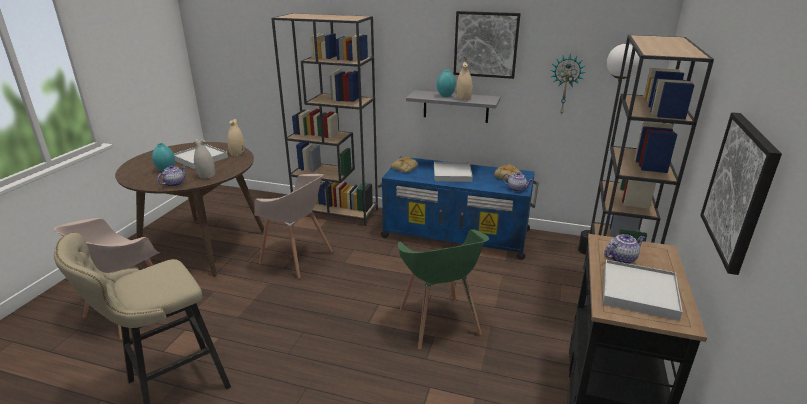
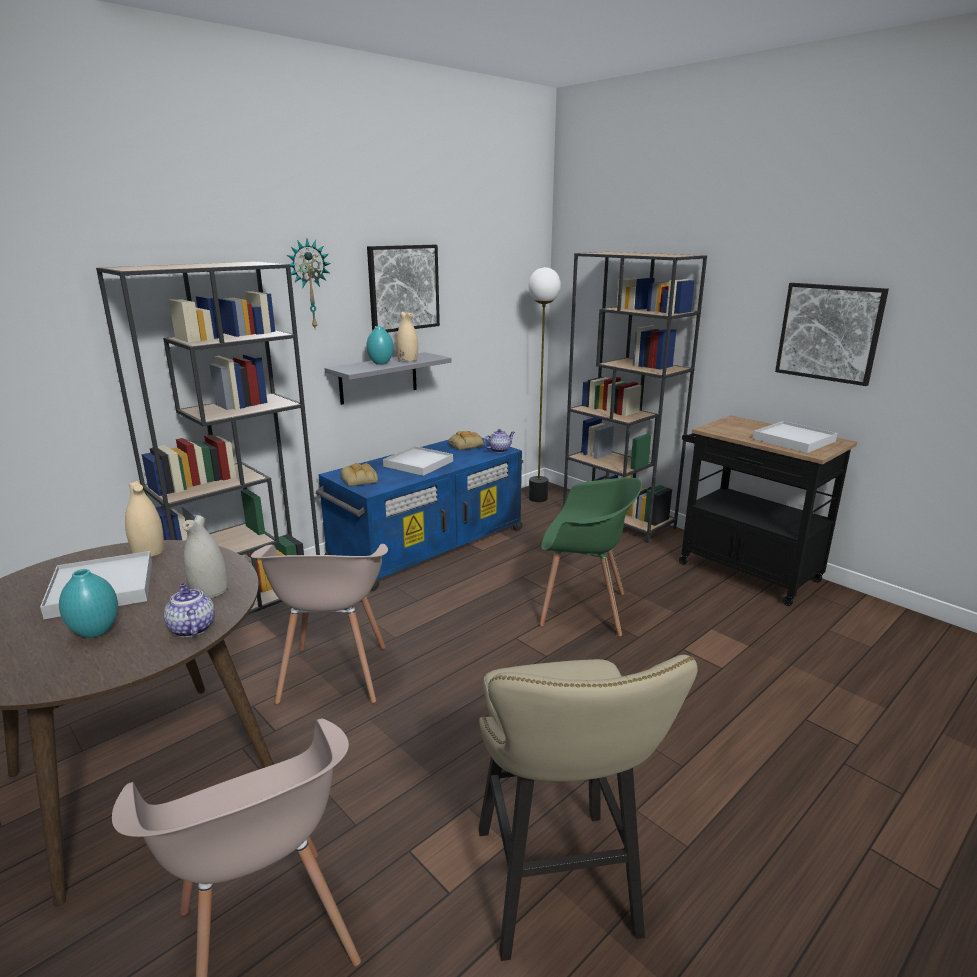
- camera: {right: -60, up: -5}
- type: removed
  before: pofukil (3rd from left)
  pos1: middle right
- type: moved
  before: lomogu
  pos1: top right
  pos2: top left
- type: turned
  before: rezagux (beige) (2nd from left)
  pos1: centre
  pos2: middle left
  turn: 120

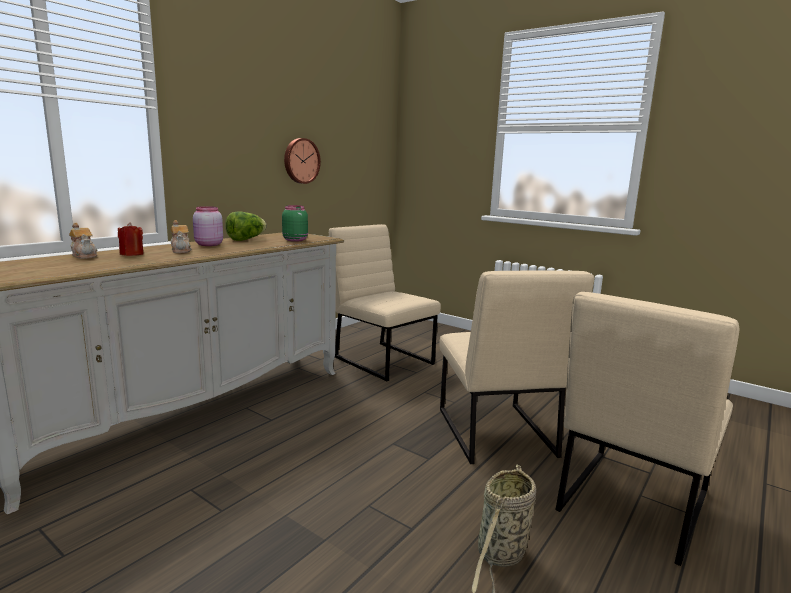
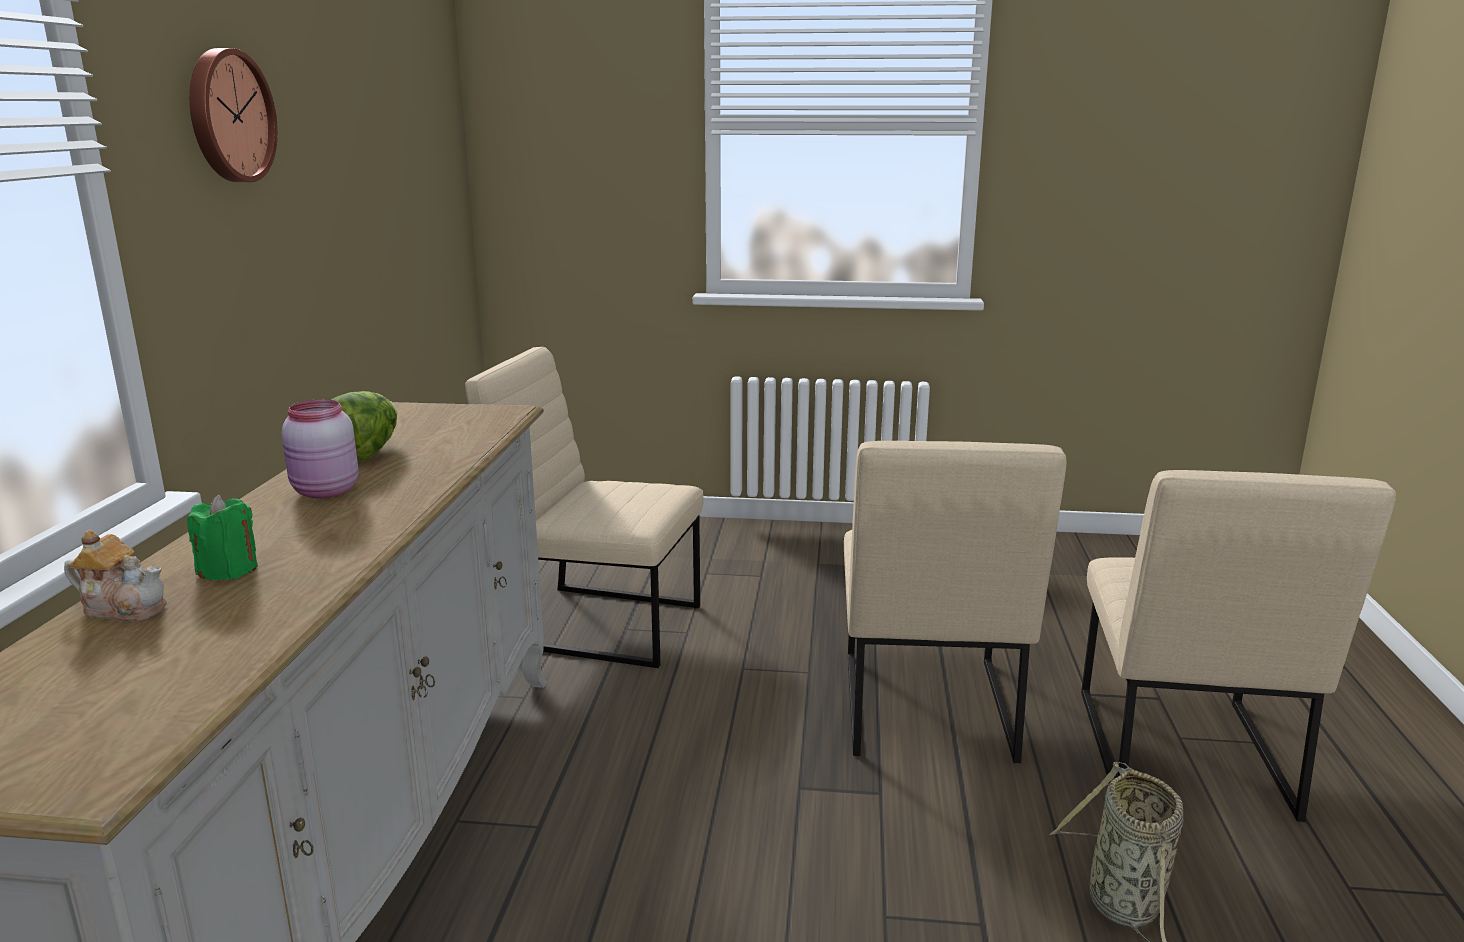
- camera: {right: -30, up: 5}
- type: removed
  before: pofukil (2nd from left)
  pos1: middle left
- type: removed
  before: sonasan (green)
  pos1: centre
- type: moved
  before: lomogu
  pos1: top centre
  pos2: top left
- type: recoloured
  before: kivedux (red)
  after: kivedux (green)
  pos1: middle left
  pos2: middle left
- type: turned
  before: rezagux (beige) (2nd from left)
  pos1: centre
  pos2: centre
  turn: 45

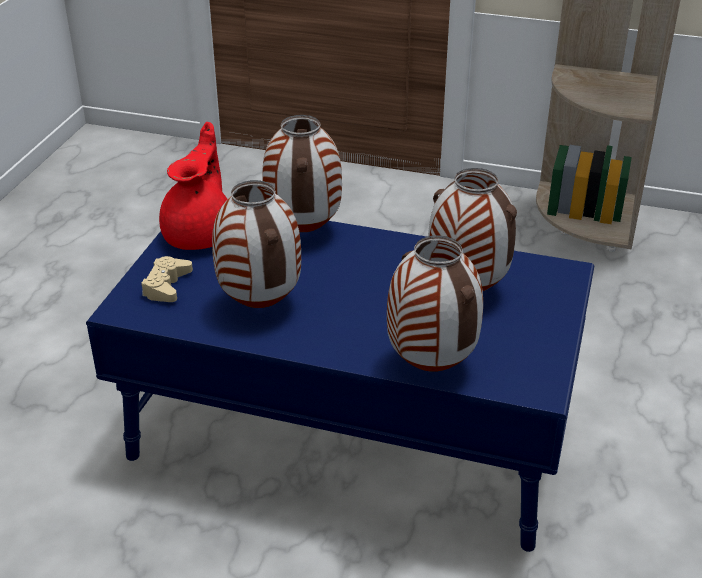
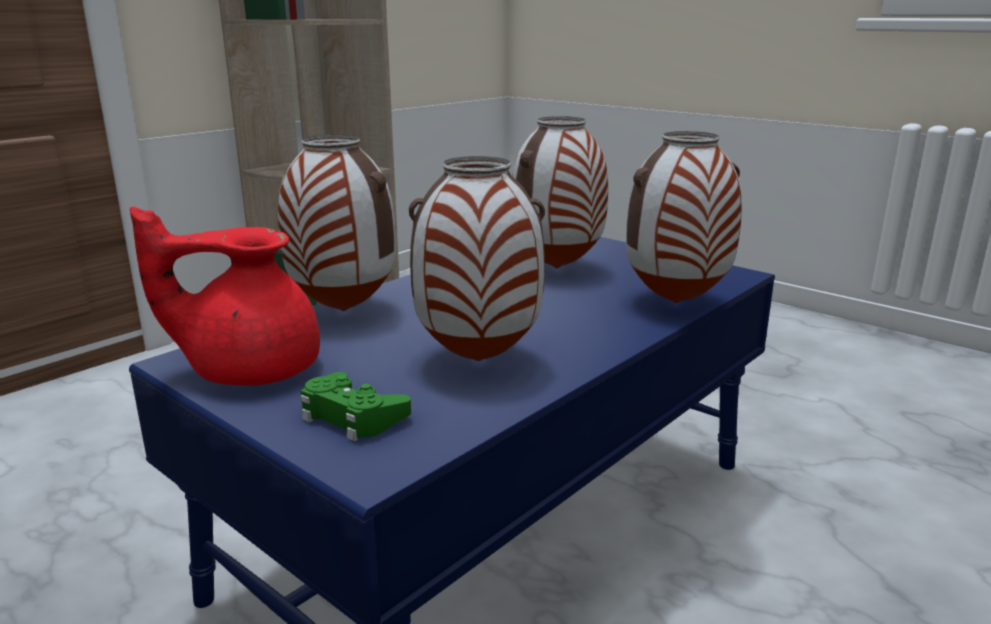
- camera: {right: -65, up: -15}
- type: recoloured
  before: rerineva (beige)
  after: rerineva (green)
  pos1: middle left
  pos2: centre
- type: turned
  before: pofukil (red)
  pos1: top left
  pos2: middle left
  turn: -45

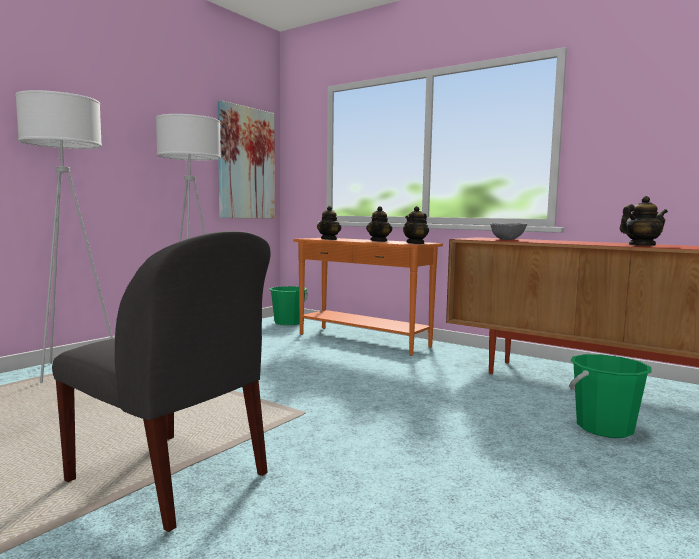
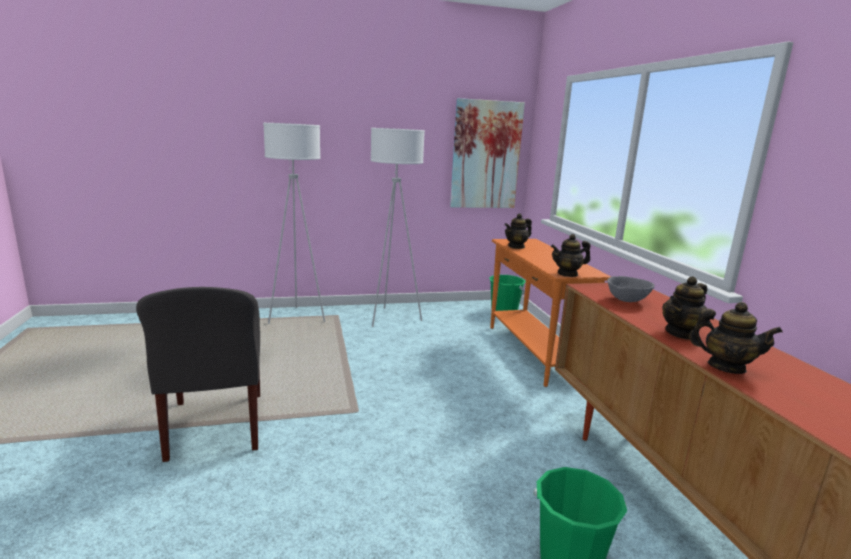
- camera: {right: 40, up: 10}
- type: moved
  before: pofukil (2nd from left in the first image)
  after: pofukil (3rd from left)
  pos1: centre
  pos2: middle right

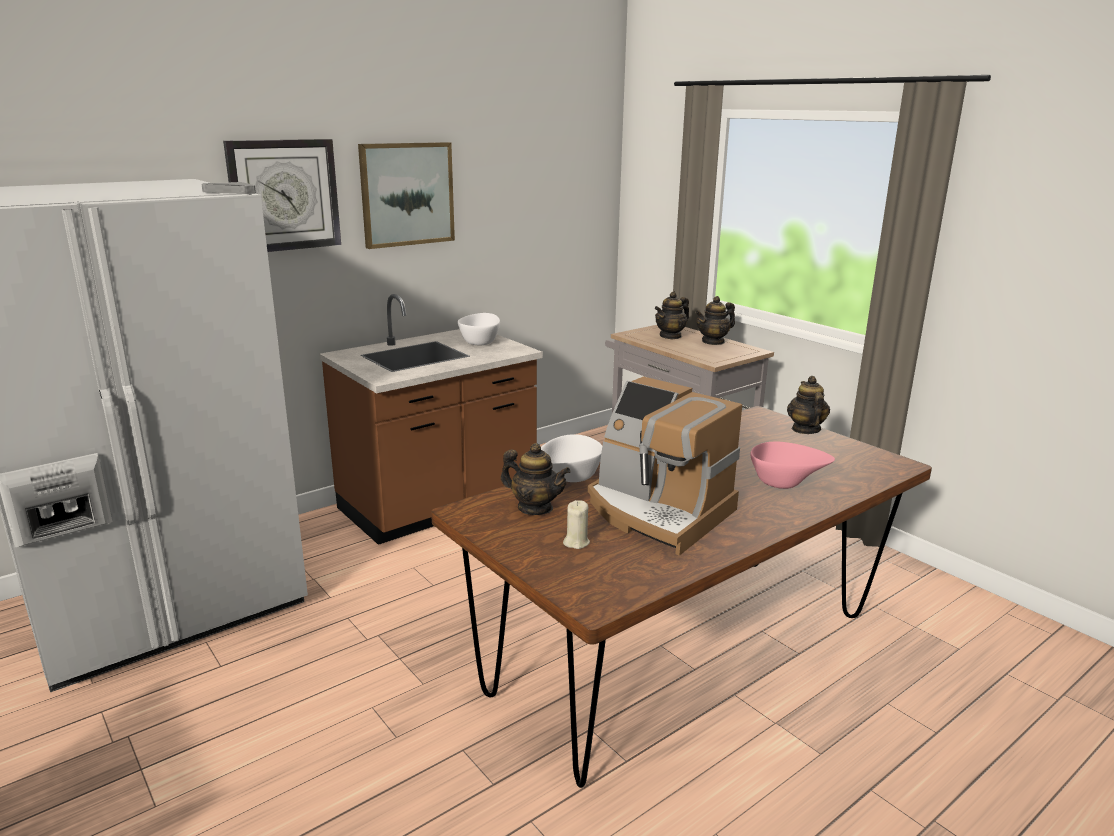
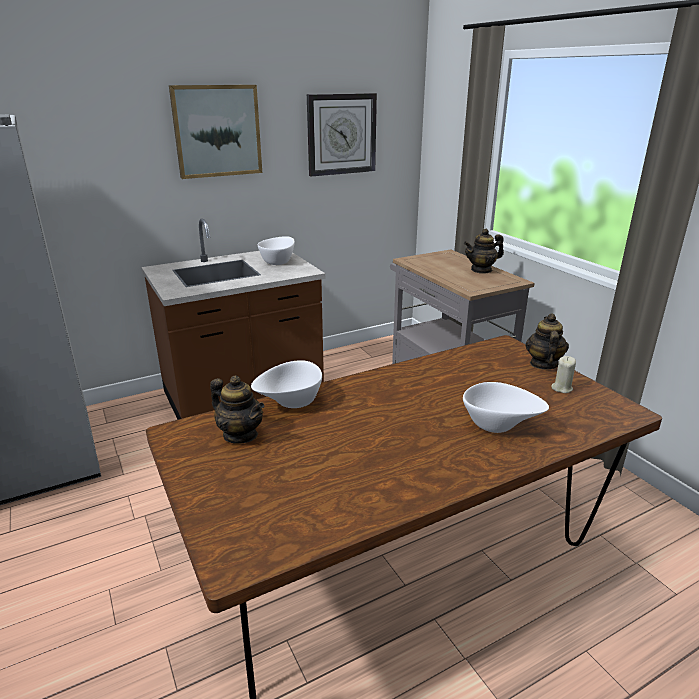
- camera: {right: 10, up: 5}
- type: removed
  before: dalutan
  pos1: centre
- type: removed
  before: pofukil (2nd from left)
  pos1: centre
- type: moved
  before: lomogu
  pos1: top left
  pos2: top centre
- type: moved
  before: kivedux (beige)
  pos1: centre
  pos2: middle right
- type: recoloured
  before: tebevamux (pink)
  after: tebevamux (white) (3rd from left)
  pos1: middle right
  pos2: middle right

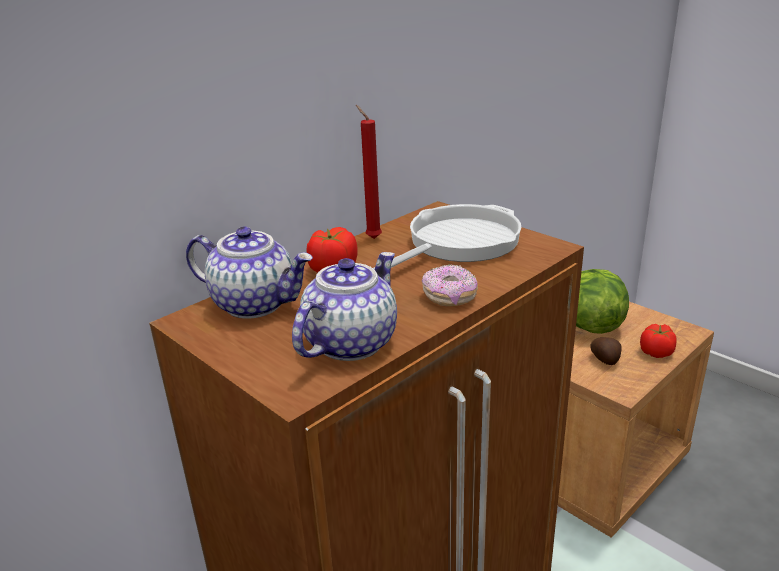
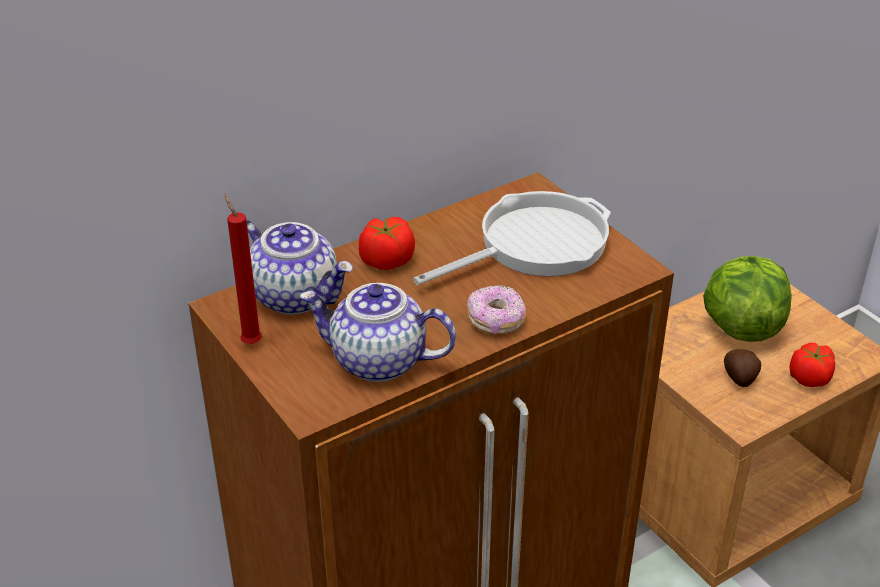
- camera: {right: 10, up: 10}
- type: moved
  before: kivedux (red)
  pos1: top centre
  pos2: middle left
- type: turned
  before: pofukil (2nd from left)
  pos1: centre
  pos2: centre
  turn: -120

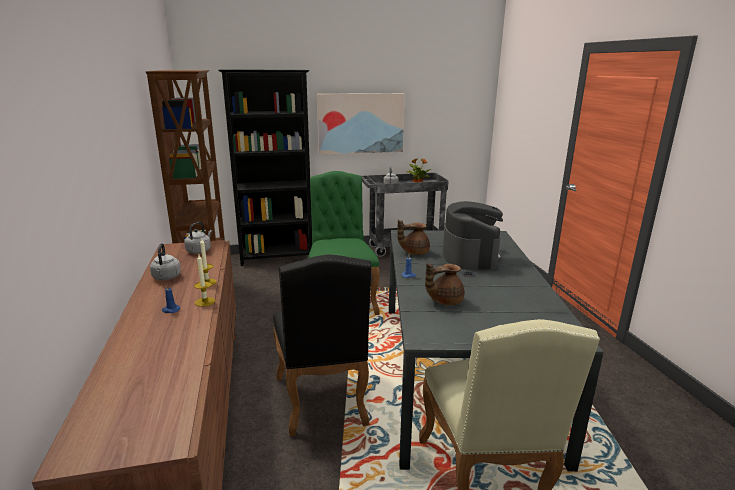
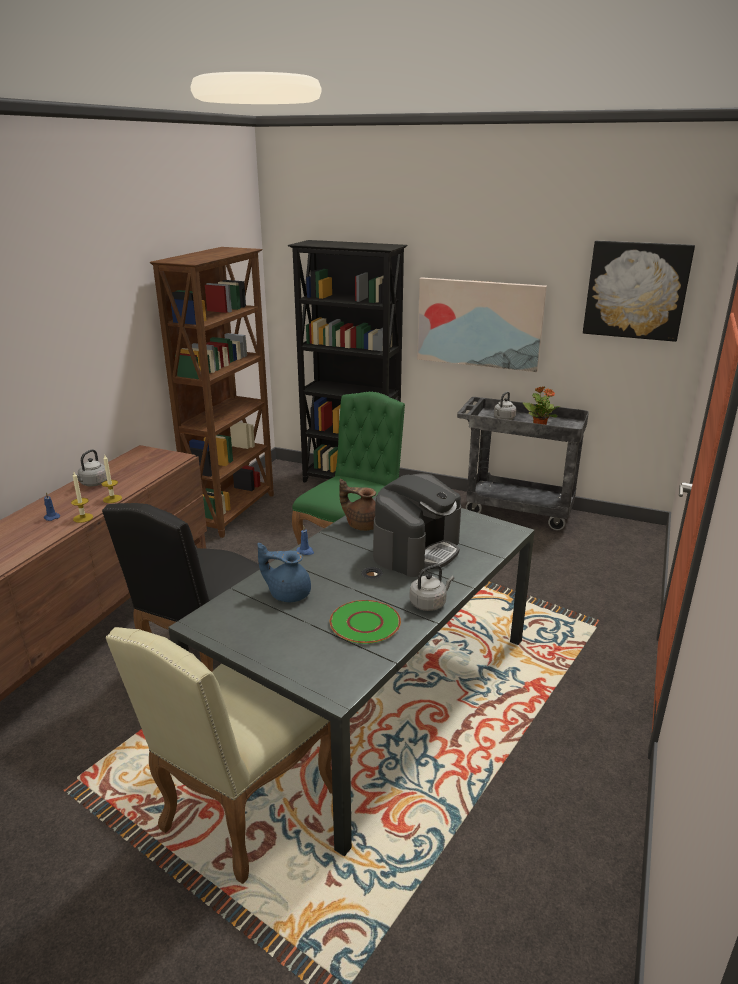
- camera: {right: 35, up: 5}
- type: added
  after: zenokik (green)
  pos2: centre
- type: added
  after: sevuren (2nd from left)
  pos2: top right
- type: moved
  before: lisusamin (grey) (2nd from left)
  pos1: middle left
  pos2: centre
- type: recoloured
  before: pofukil (brown) (2nd from left)
  after: pofukil (blue)
  pos1: centre
  pos2: centre

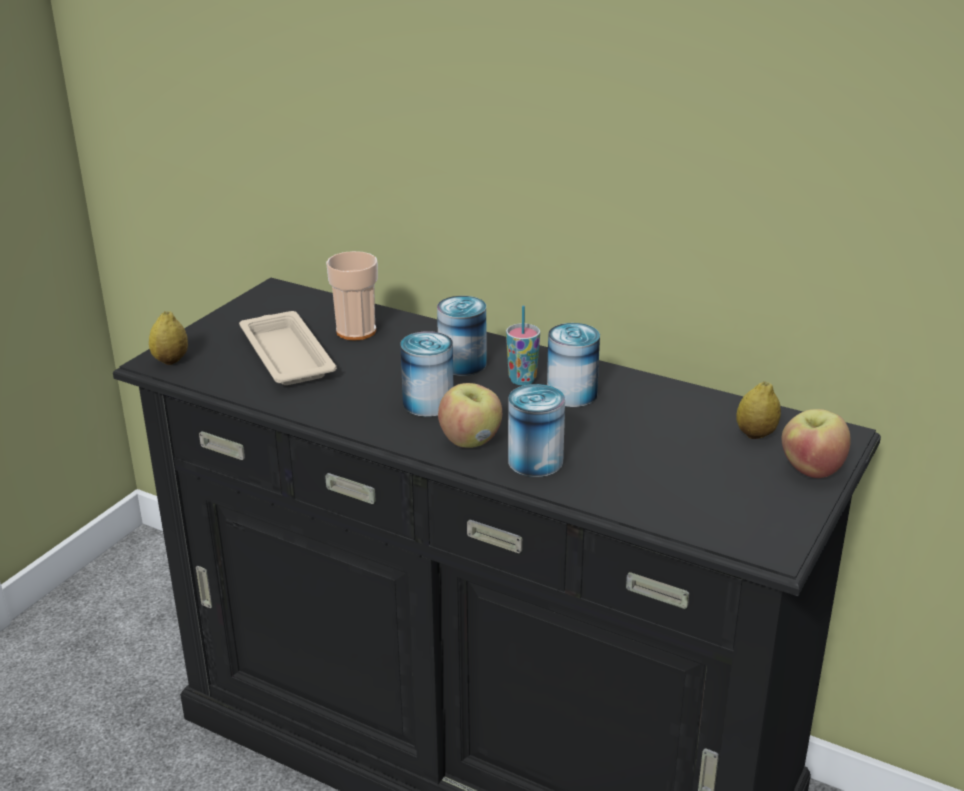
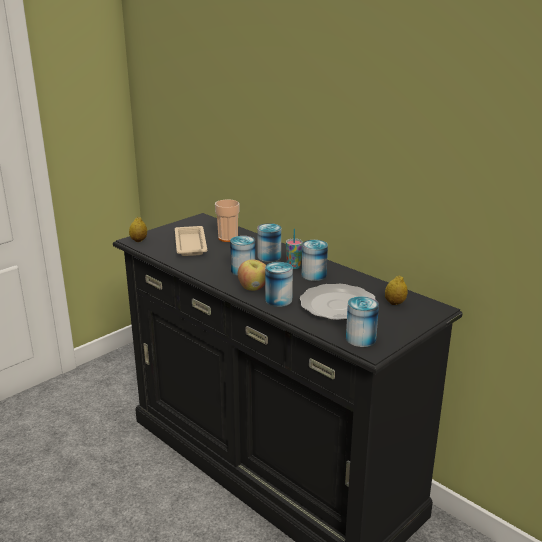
- camera: {right: 15, up: -5}
- type: removed
  before: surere (2nd from left)
  pos1: middle right
- type: added
  after: zenokik
  pos2: centre
- type: added
  after: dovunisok (5th from left)
  pos2: middle right

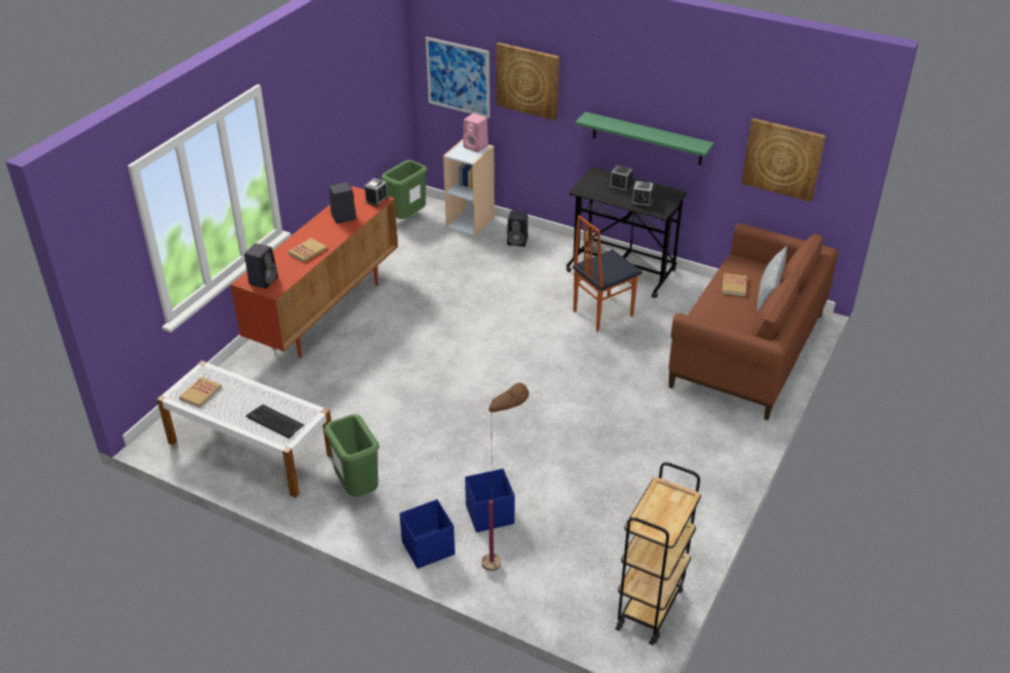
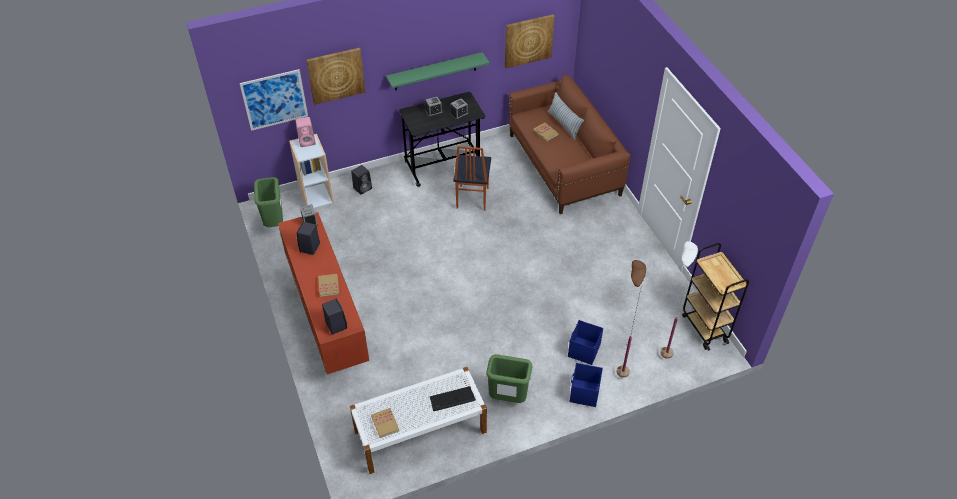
- camera: {right: -50, up: 10}
- type: added
  after: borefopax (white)
  pos2: middle right

